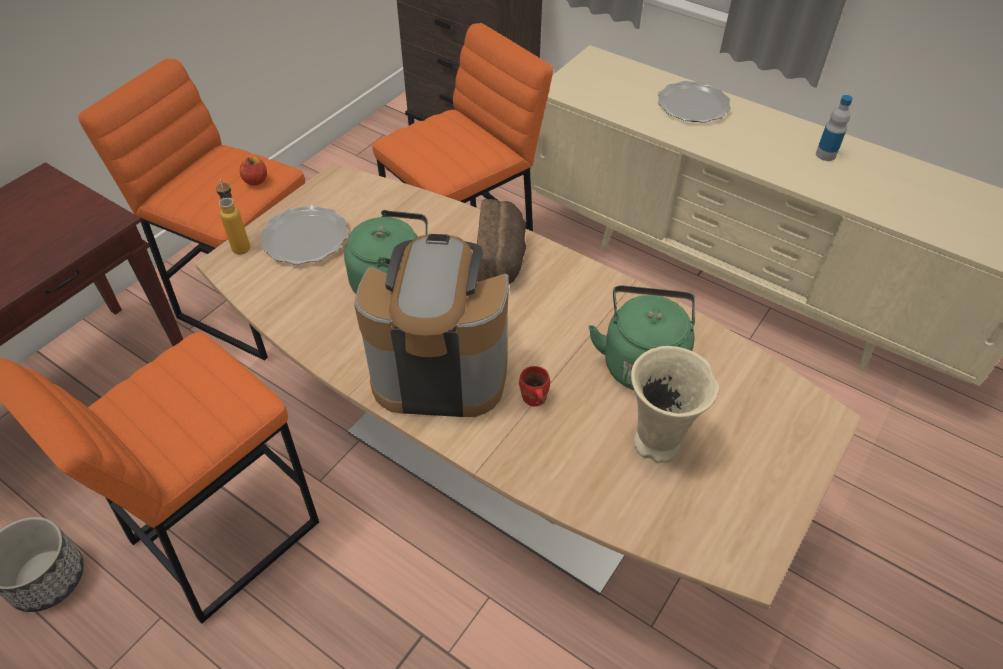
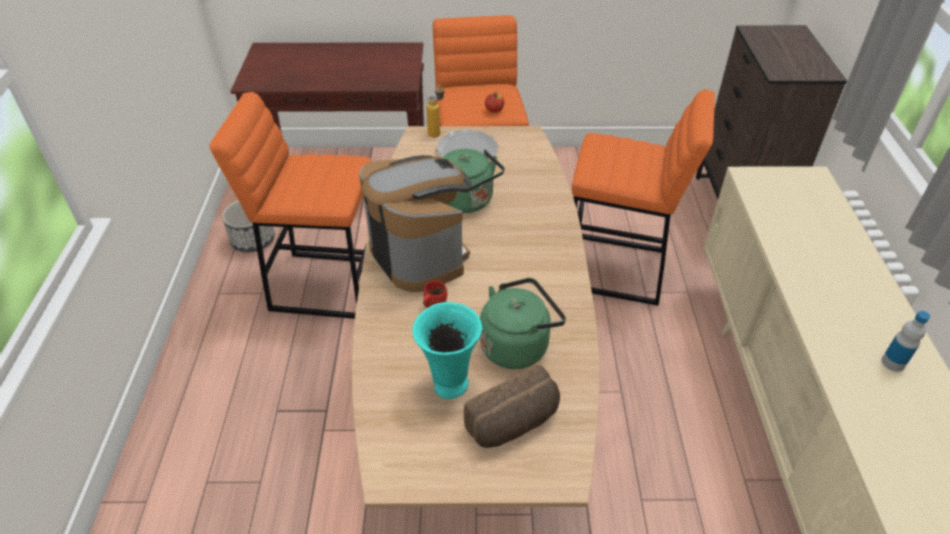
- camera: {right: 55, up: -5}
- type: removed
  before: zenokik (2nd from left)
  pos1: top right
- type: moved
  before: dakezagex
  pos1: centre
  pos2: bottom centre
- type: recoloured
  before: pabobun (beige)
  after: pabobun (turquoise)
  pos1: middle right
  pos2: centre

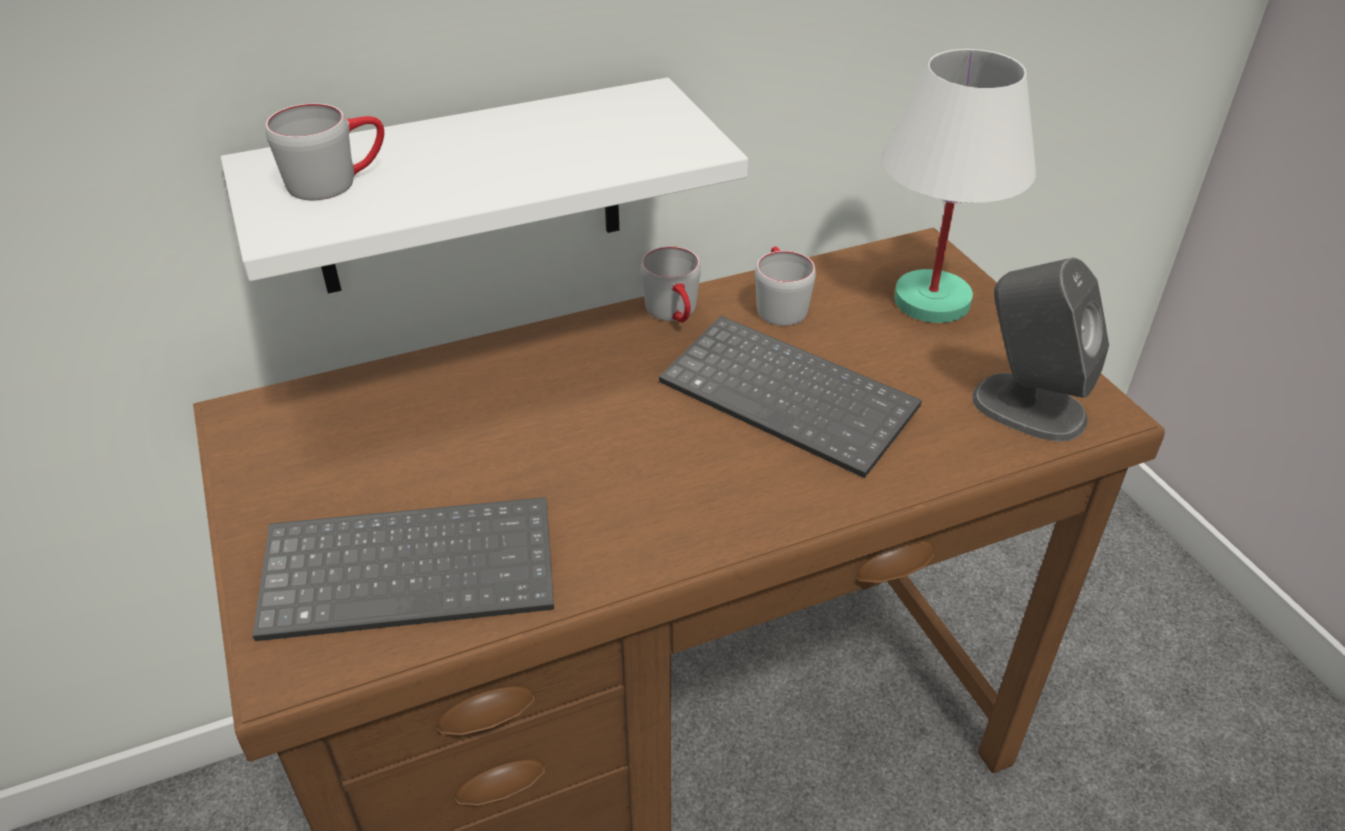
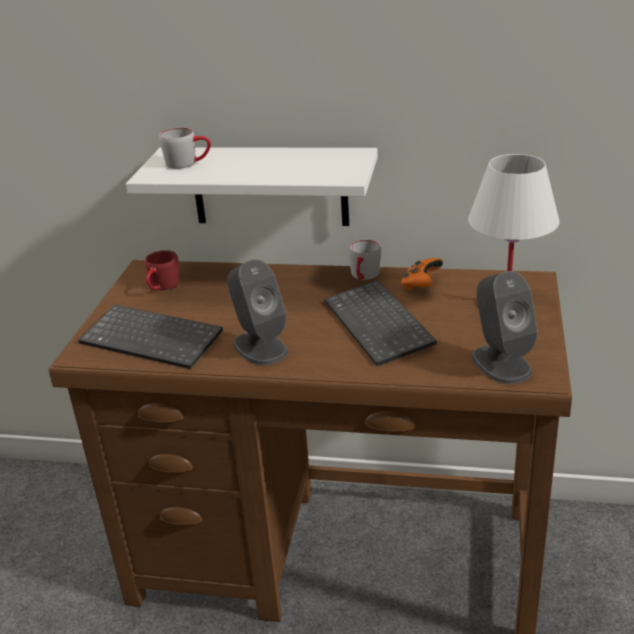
- camera: {right: 35, up: -10}
- type: added
  after: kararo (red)
  pos2: middle left
- type: added
  after: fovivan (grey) (1st from left)
  pos2: centre
- type: replaced
  before: kararo (grey) (3rd from left)
  after: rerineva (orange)
  pos1: centre
  pos2: centre

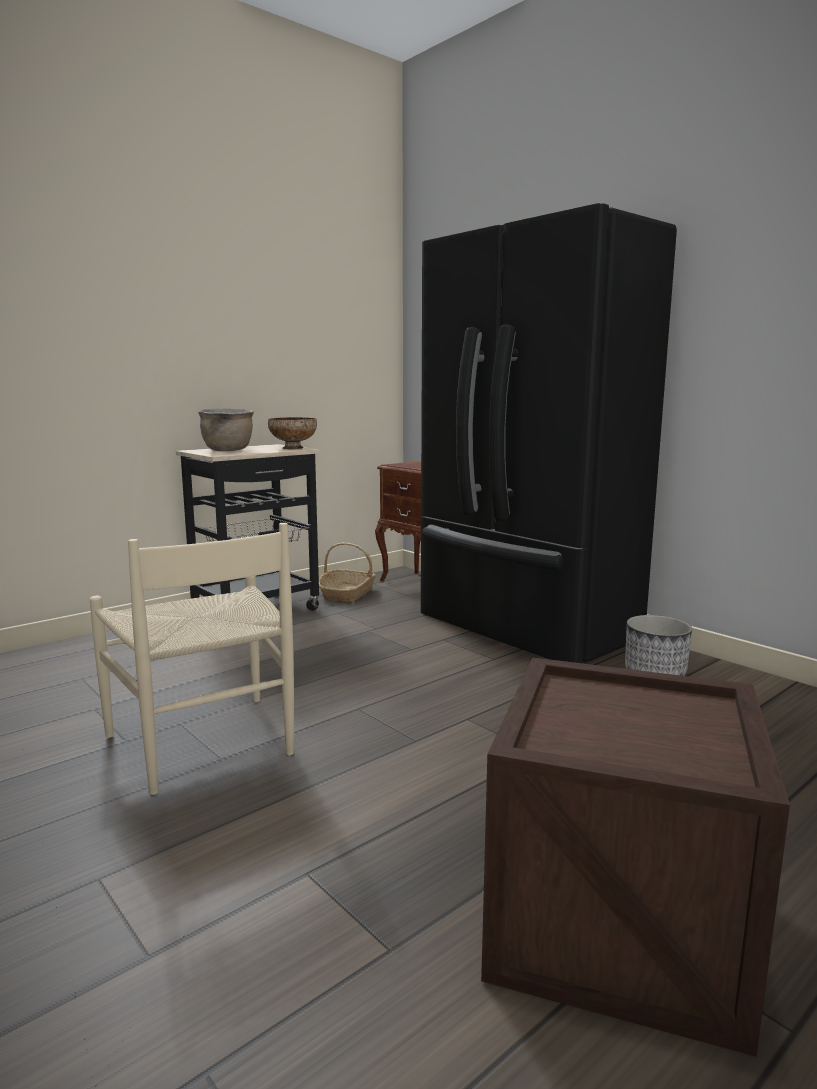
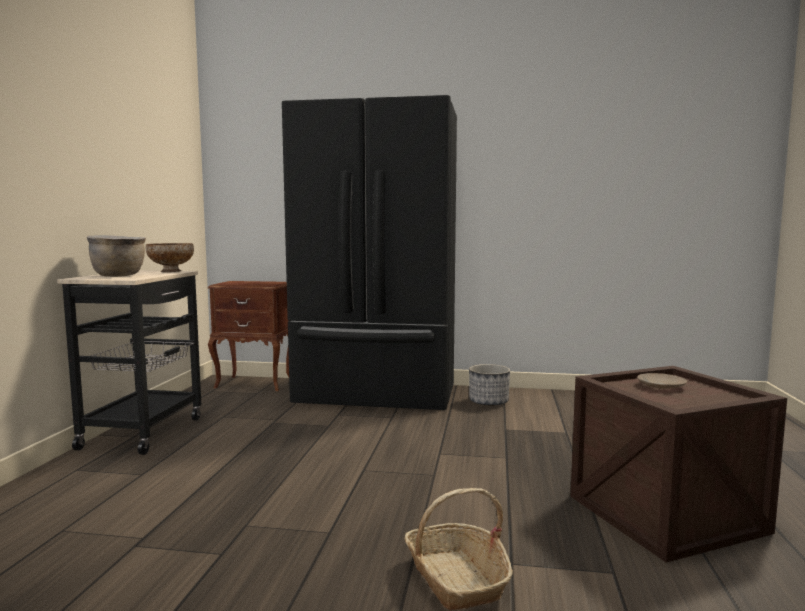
- camera: {right: -40, up: -5}
- type: removed
  before: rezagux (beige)
  pos1: middle left
- type: added
  after: zenokik (beige)
  pos2: middle right
- type: moved
  before: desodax
  pos1: centre
  pos2: bottom centre

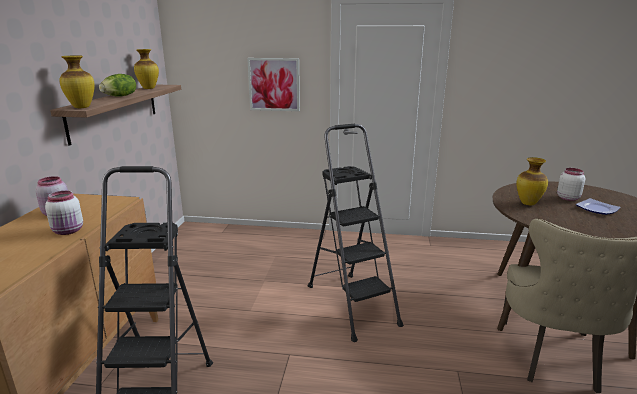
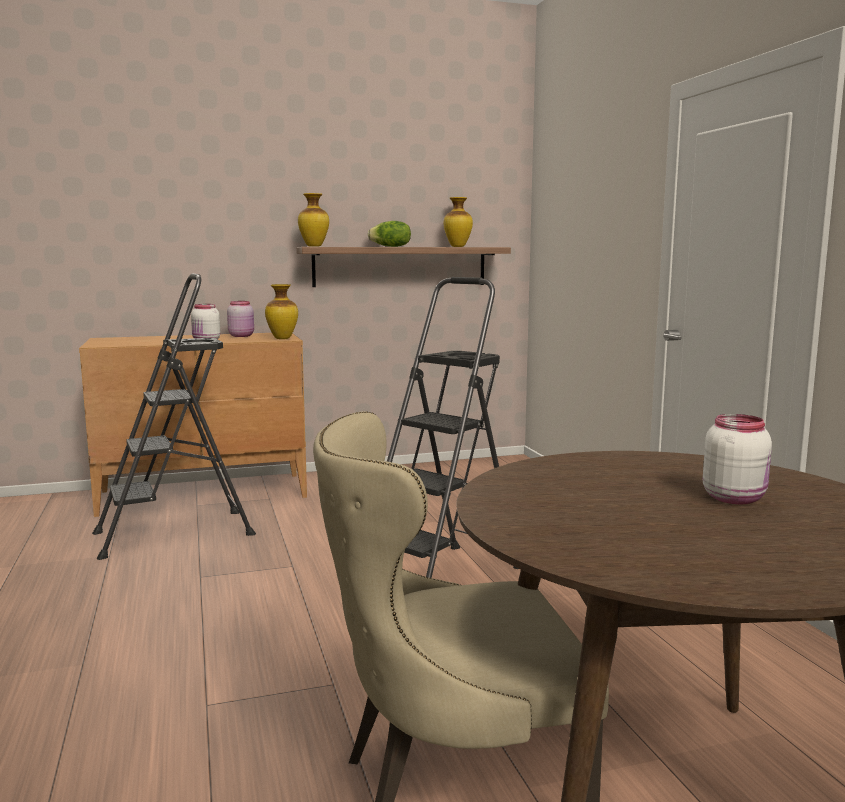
- camera: {right: 65, up: -10}
- type: removed
  before: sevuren
  pos1: top centre
- type: removed
  before: zenokik
  pos1: middle right
- type: moved
  before: pabobun (3rd from left in the first image)
  after: pabobun (1st from left)
  pos1: middle right
  pos2: middle left

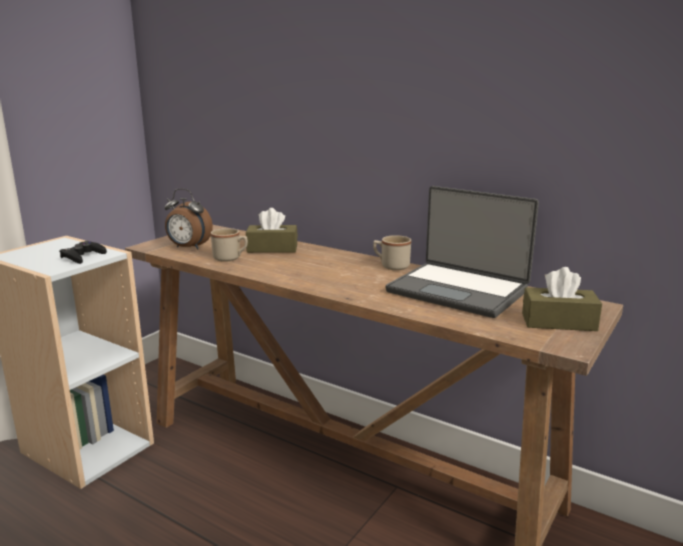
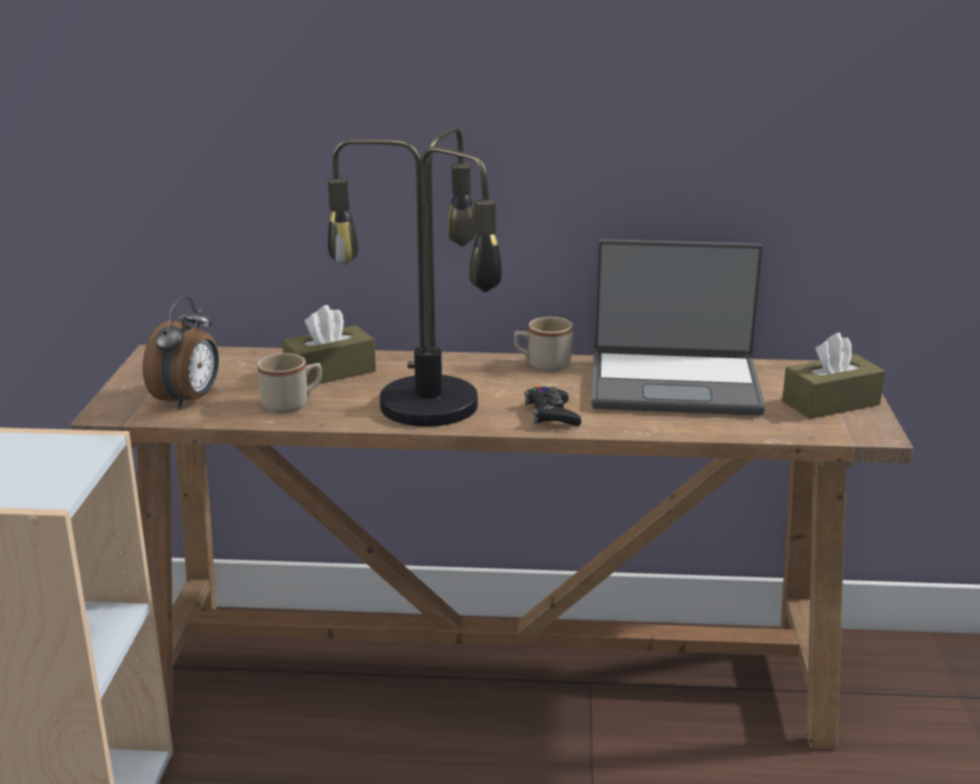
- camera: {right: -30, up: 5}
- type: added
  after: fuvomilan
  pos2: centre
- type: moved
  before: rerineva (black)
  pos1: middle left
  pos2: centre
- type: turned
  before: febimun
  pos1: middle left
  pos2: middle left
  turn: -60

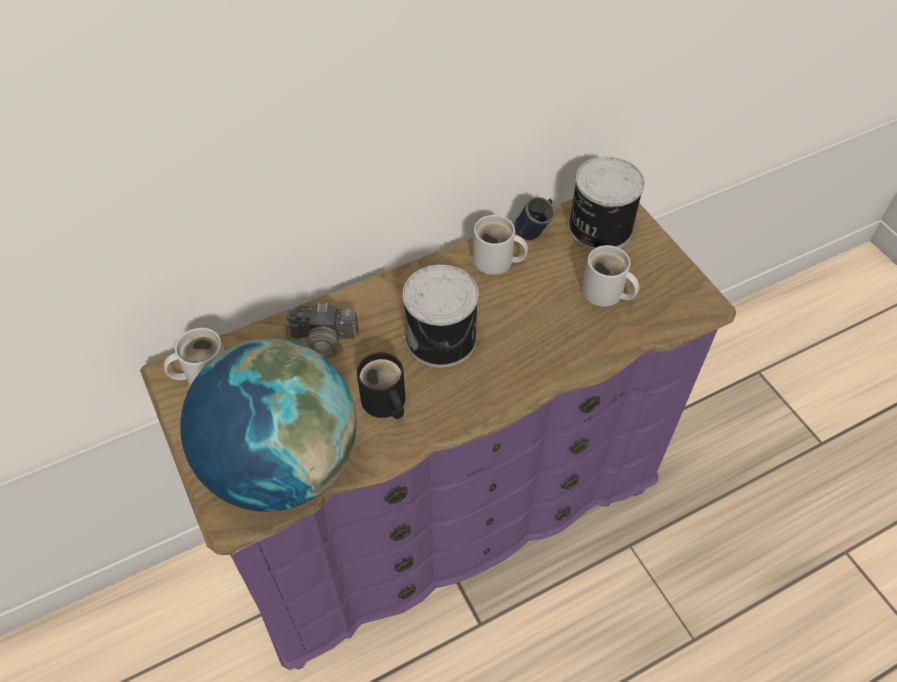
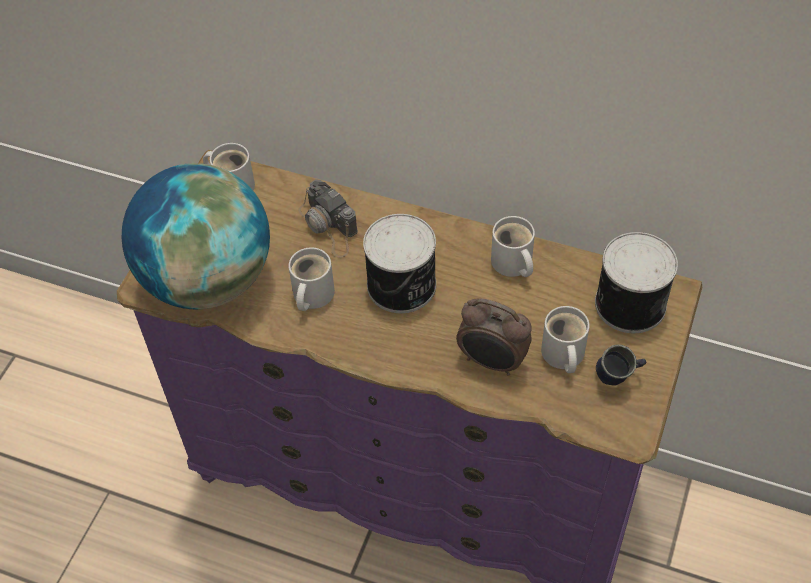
- camera: {right: 50, up: 0}
- type: added
  after: febimun
  pos2: centre
- type: moved
  before: kararo (blue)
  pos1: top centre
  pos2: middle right
- type: recoloured
  before: kararo (black)
  after: kararo (white) (2nd from left)
  pos1: centre
  pos2: centre

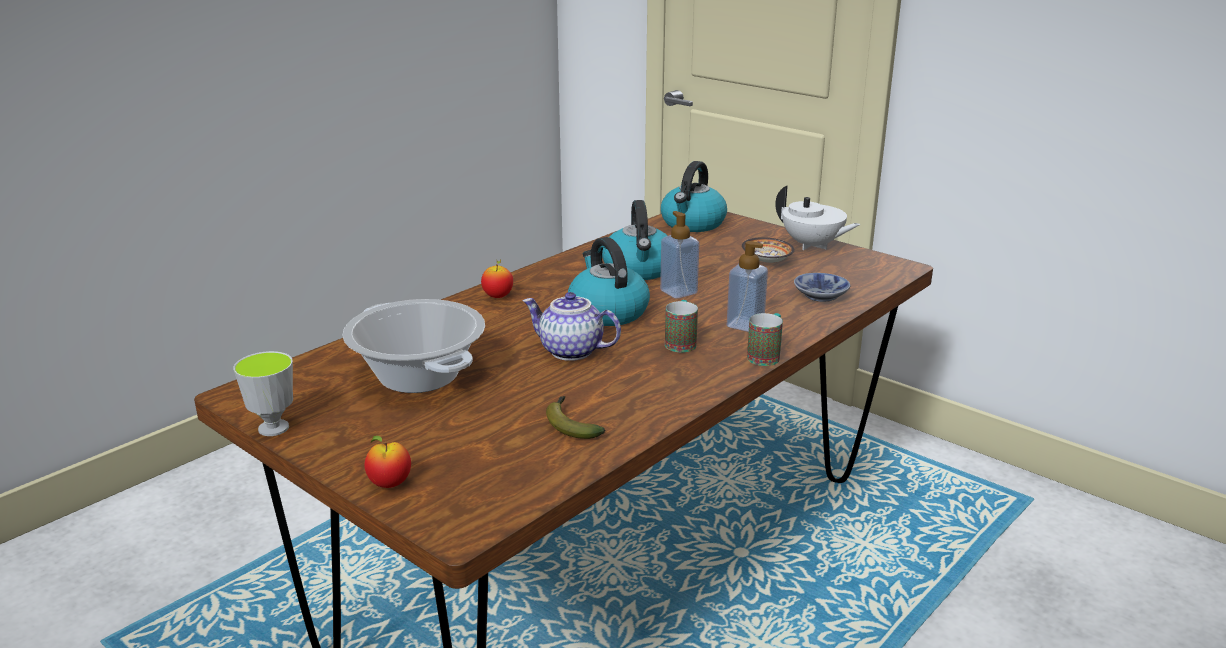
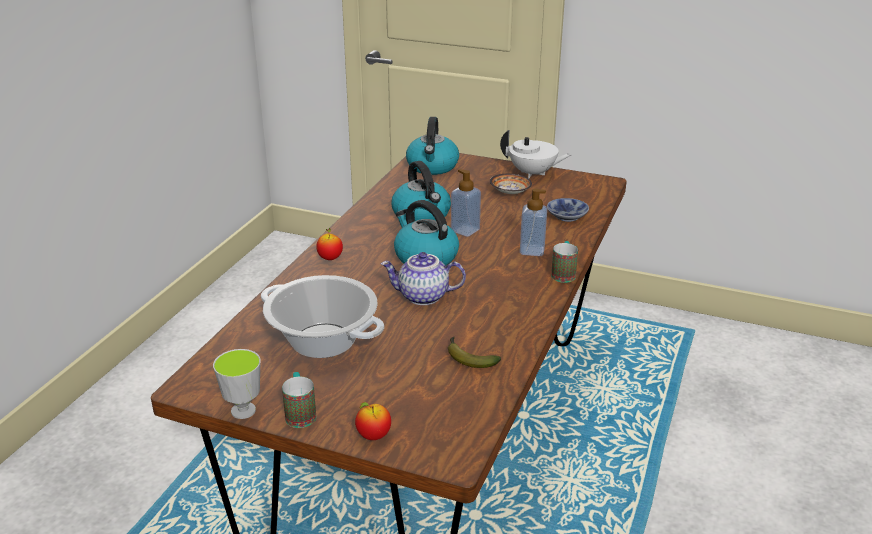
- camera: {right: -20, up: 5}
- type: moved
  before: kararo (1st from left)
  pos1: centre
  pos2: bottom centre

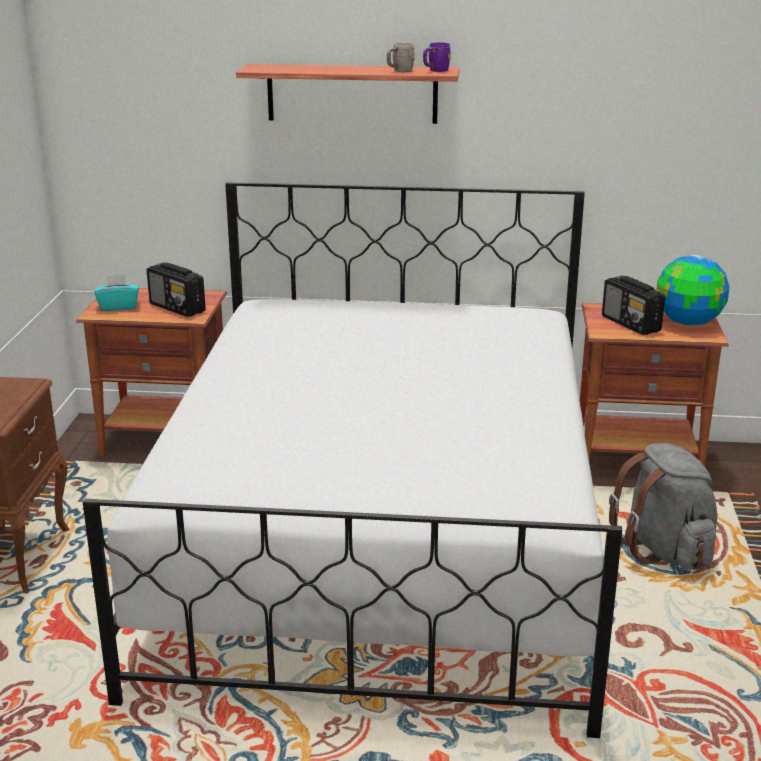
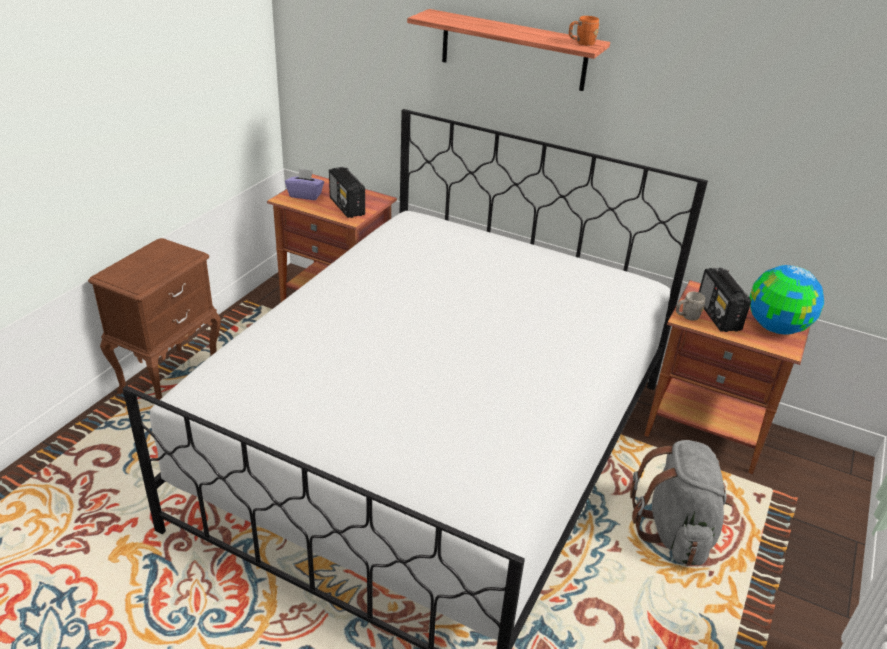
- camera: {right: 20, up: 10}
- type: moved
  before: kararo (grey)
  pos1: top centre
  pos2: middle right
- type: recoloured
  before: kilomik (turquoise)
  after: kilomik (purple)
  pos1: middle left
  pos2: top centre
- type: recoloured
  before: kararo (purple)
  after: kararo (orange)
  pos1: top centre
  pos2: top centre

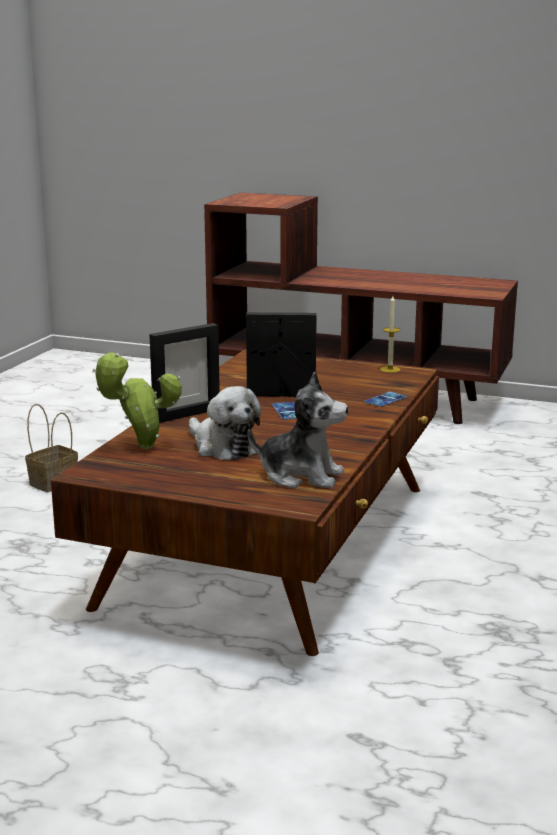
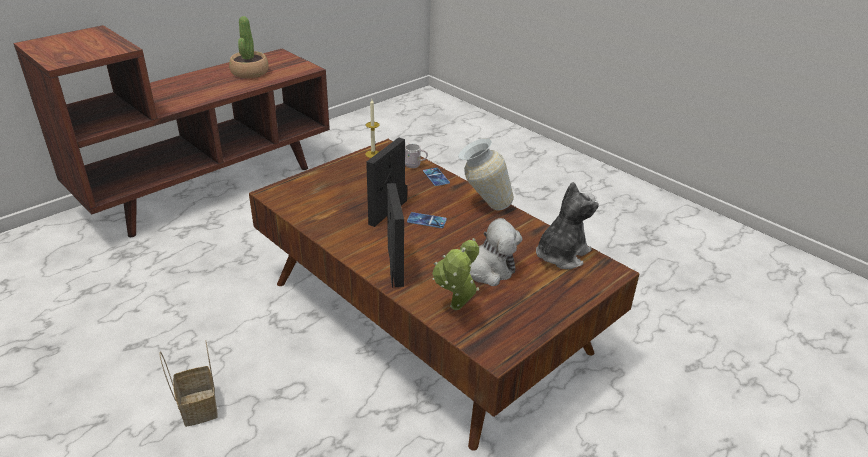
- camera: {right: -65, up: 15}
- type: added
  after: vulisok (1st from left)
  pos2: top left
- type: added
  after: kararo (white)
  pos2: centre
- type: added
  after: pabobun
  pos2: centre

